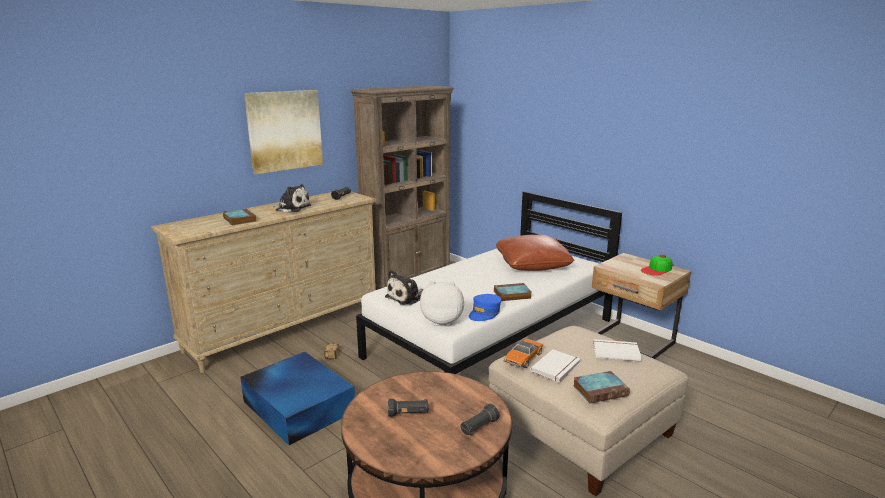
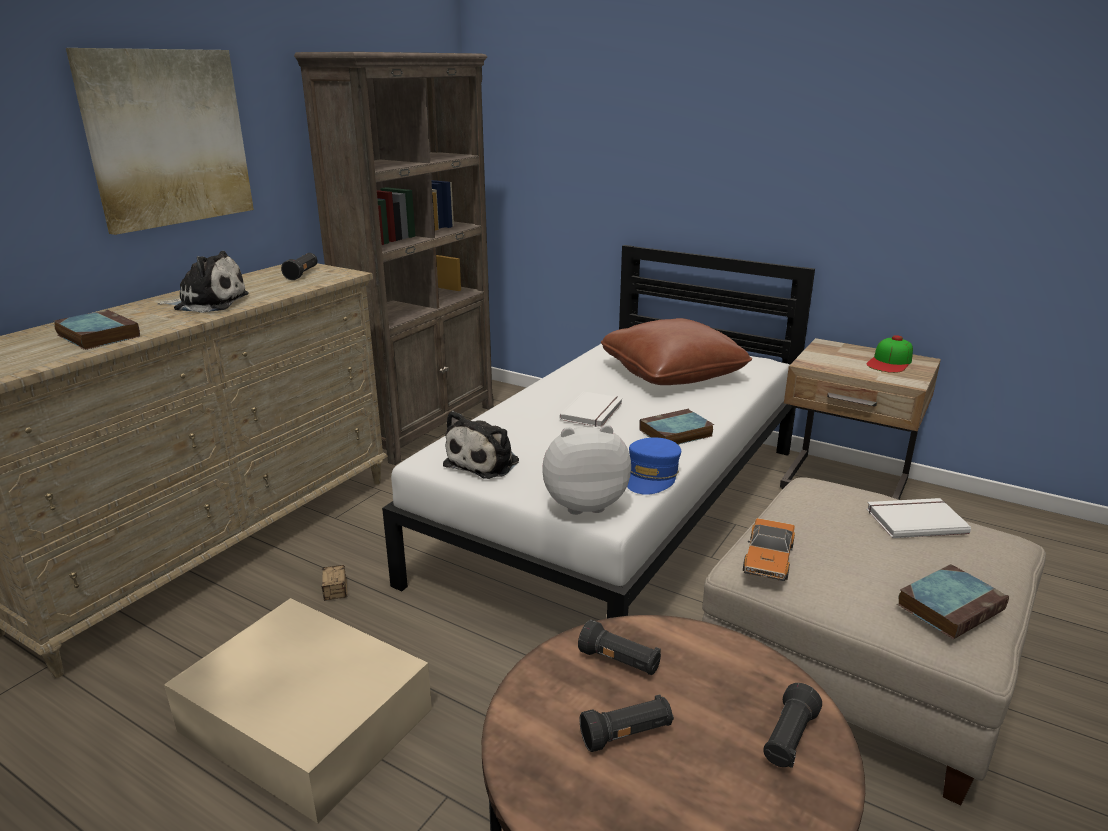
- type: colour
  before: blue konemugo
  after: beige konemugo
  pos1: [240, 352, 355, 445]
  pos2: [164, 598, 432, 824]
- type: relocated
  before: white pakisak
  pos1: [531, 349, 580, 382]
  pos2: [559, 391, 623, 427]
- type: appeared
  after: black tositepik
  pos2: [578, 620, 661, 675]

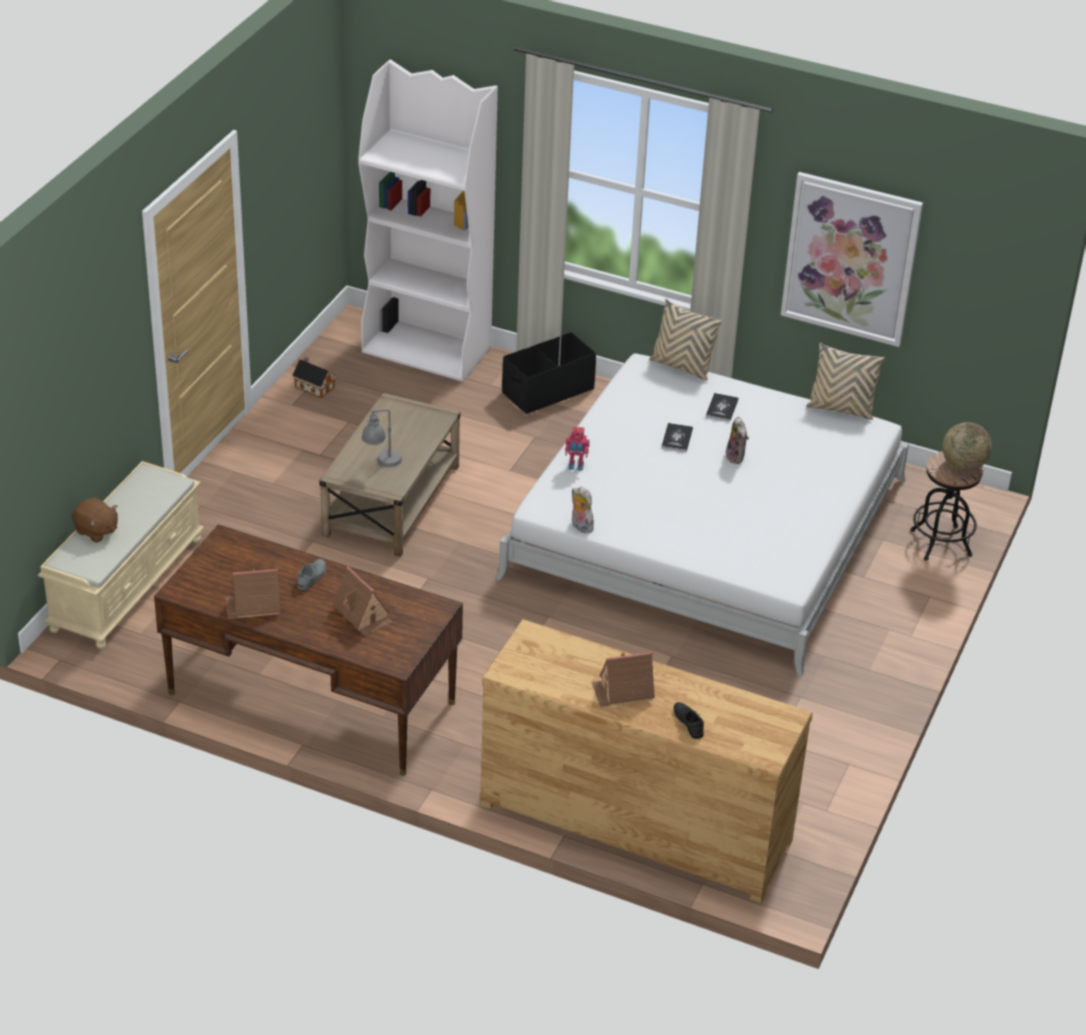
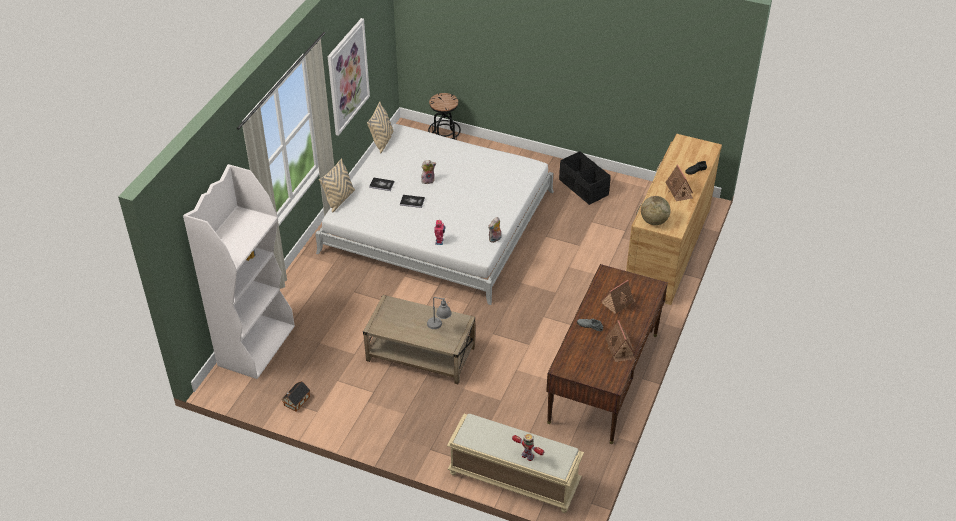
- type: exchanged
  before: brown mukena
  after: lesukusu
  pos1: [72, 498, 118, 543]
  pos2: [512, 433, 544, 461]
- type: relocated
  before: black konemugo
  pos1: [502, 332, 596, 414]
  pos2: [559, 151, 611, 205]
- type: relocated
  before: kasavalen
  pos1: [942, 422, 992, 471]
  pos2: [641, 196, 671, 225]

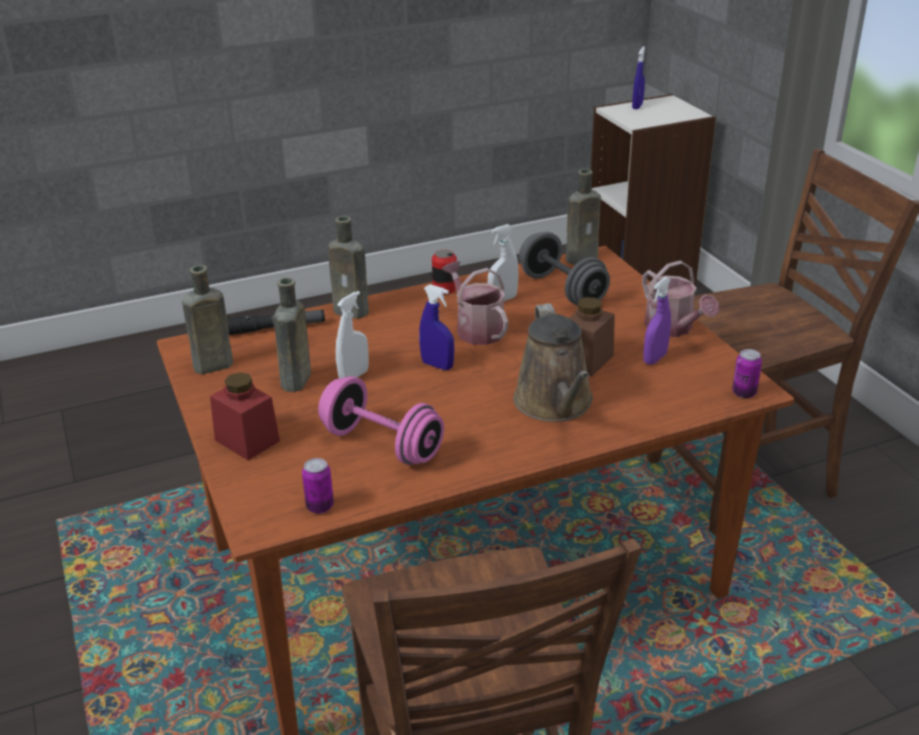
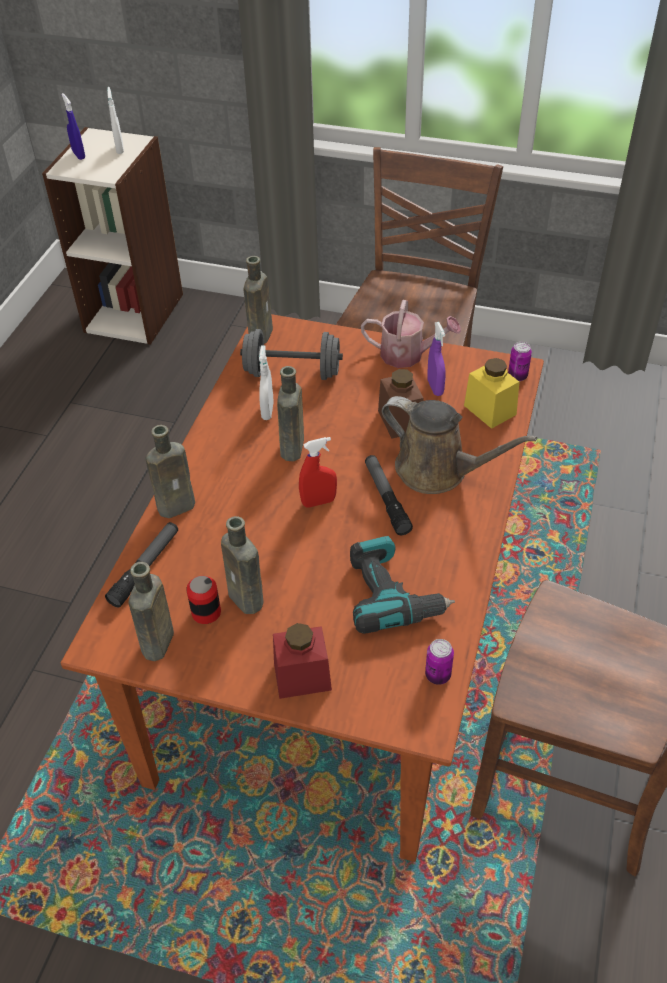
- type: relocated
  before: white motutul
  pos1: [336, 291, 369, 379]
  pos2: [107, 87, 124, 154]
- type: relocated
  before: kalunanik
  pos1: [432, 250, 457, 294]
  pos2: [186, 576, 221, 624]
- type: exchanged
  before: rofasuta
  after: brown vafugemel
  pos1: [442, 261, 508, 345]
  pos2: [277, 366, 304, 461]
- type: colour
  before: blue motutul
  after: red motutul
  pos1: [419, 284, 454, 370]
  pos2: [299, 437, 337, 508]
- type: exchanged
  before: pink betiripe
  after: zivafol
  pos1: [318, 376, 444, 465]
  pos2: [350, 536, 455, 634]
- type: appeared
  after: tositepik
  pos2: [365, 455, 413, 535]
- type: appeared
  after: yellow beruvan
  pos2: [464, 358, 519, 429]

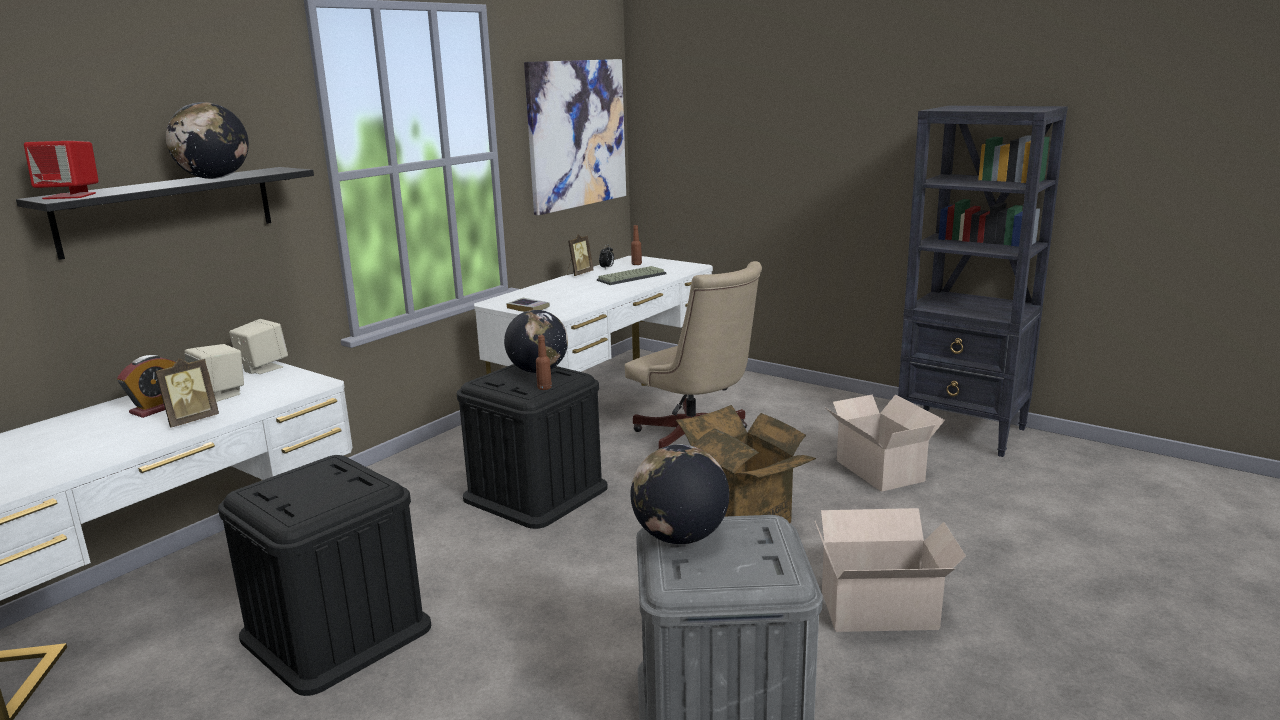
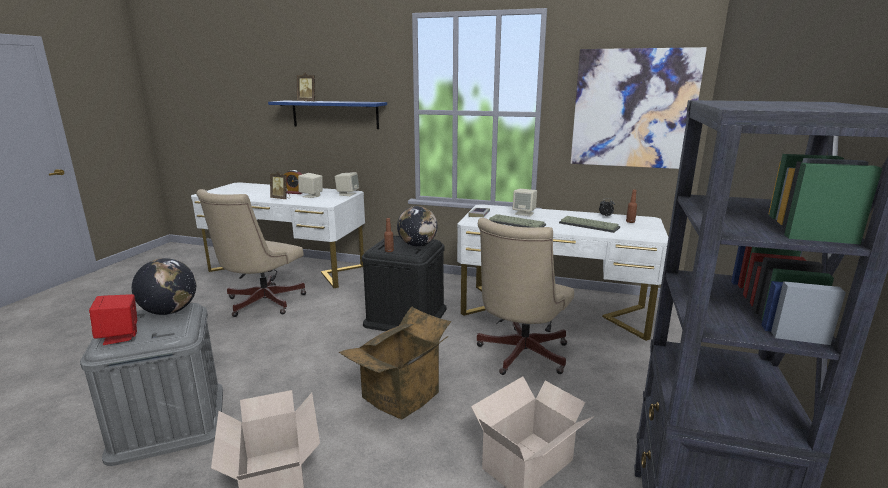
- type: relocated
  before: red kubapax
  pos1: [24, 141, 99, 199]
  pos2: [89, 294, 137, 345]
- type: exchanged
  before: black konemugo
  after: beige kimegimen
  pos1: [218, 455, 431, 696]
  pos2: [196, 189, 306, 317]
- type: colour
  before: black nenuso
  after: blue nenuso
  pos1: [16, 167, 314, 260]
  pos2: [268, 101, 387, 129]
- type: relocated
  before: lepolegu
  pos1: [567, 234, 593, 276]
  pos2: [297, 72, 317, 102]
- type: appeared
  after: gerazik
  pos2: [489, 214, 546, 227]
- type: appeared
  after: beige kubapax
  pos2: [512, 189, 537, 216]
- type: missing
  before: kasavalen
  pos1: [166, 102, 249, 179]

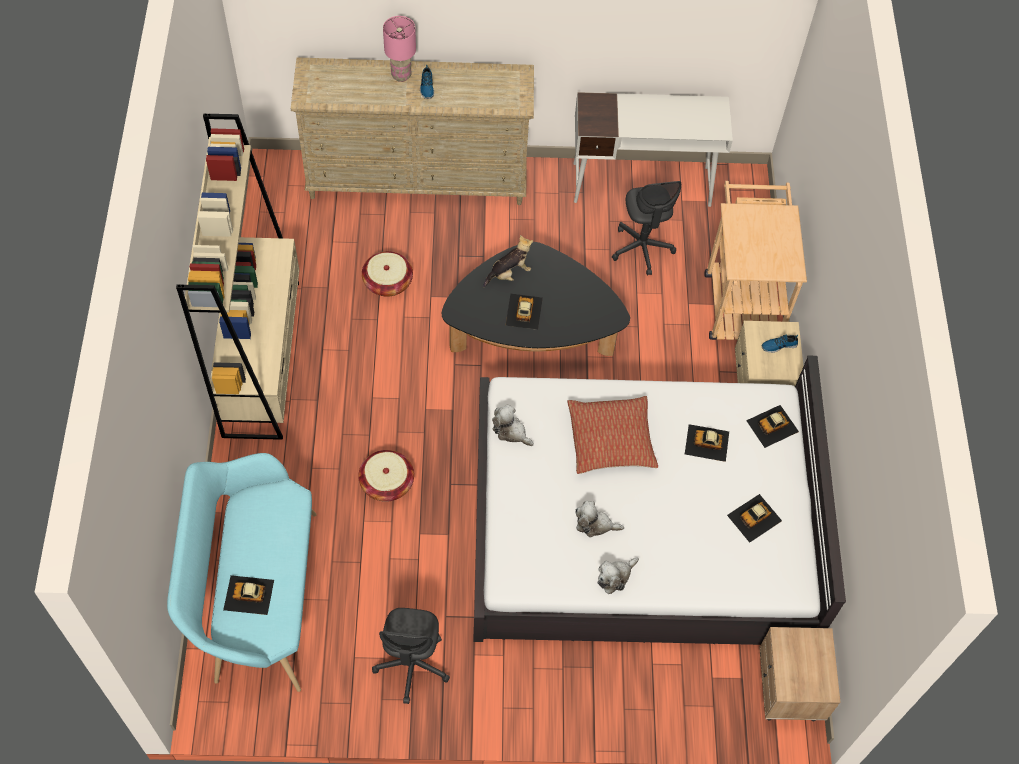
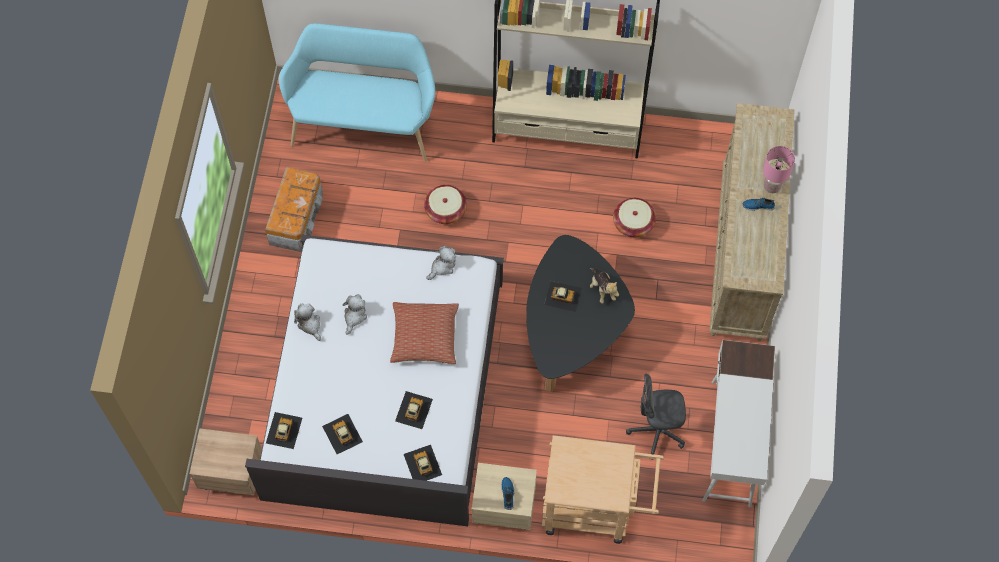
- type: exchanged
  before: grey kimegimen
  after: konemugo
  pos1: [372, 608, 450, 704]
  pos2: [265, 167, 323, 252]
- type: relocated
  before: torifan
  pos1: [223, 575, 274, 615]
  pos2: [266, 412, 302, 449]

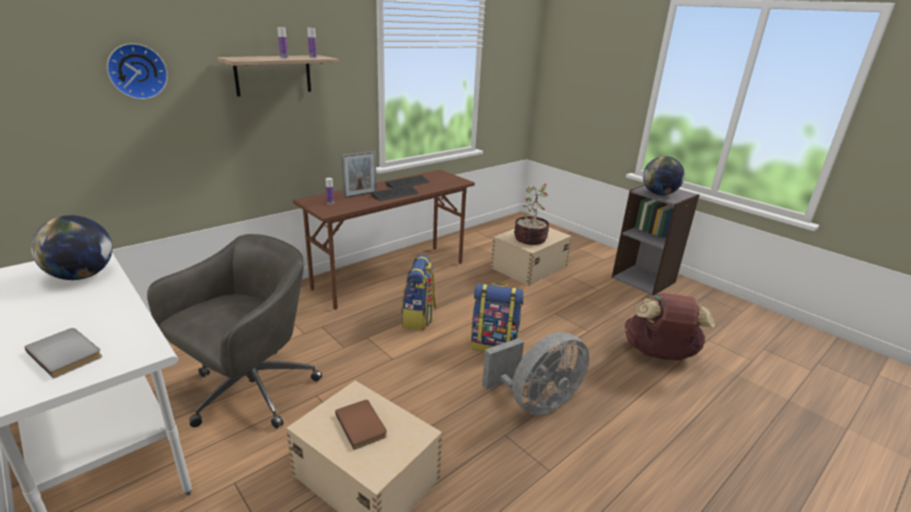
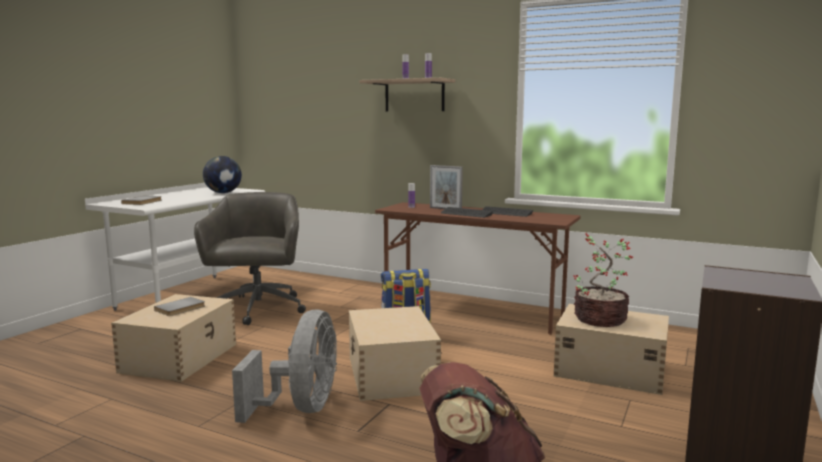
- type: colour
  before: brown pakisak
  after: grey pakisak
  pos1: [335, 400, 387, 450]
  pos2: [154, 297, 205, 316]
- type: spun
  before: grey kimegimen
  pos1: [147, 234, 322, 428]
  pos2: [194, 192, 306, 325]
  turn: -105
- type: spun
  before: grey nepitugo
  pos1: [482, 332, 589, 415]
  pos2: [232, 309, 337, 423]
  turn: -120
- type: exchanged
  before: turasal
  after: beige konemugo
  pos1: [471, 283, 524, 352]
  pos2: [349, 306, 442, 401]
- type: missing
  before: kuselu
  pos1: [107, 43, 168, 99]
- type: missing
  before: kasavalen
  pos1: [643, 156, 685, 195]

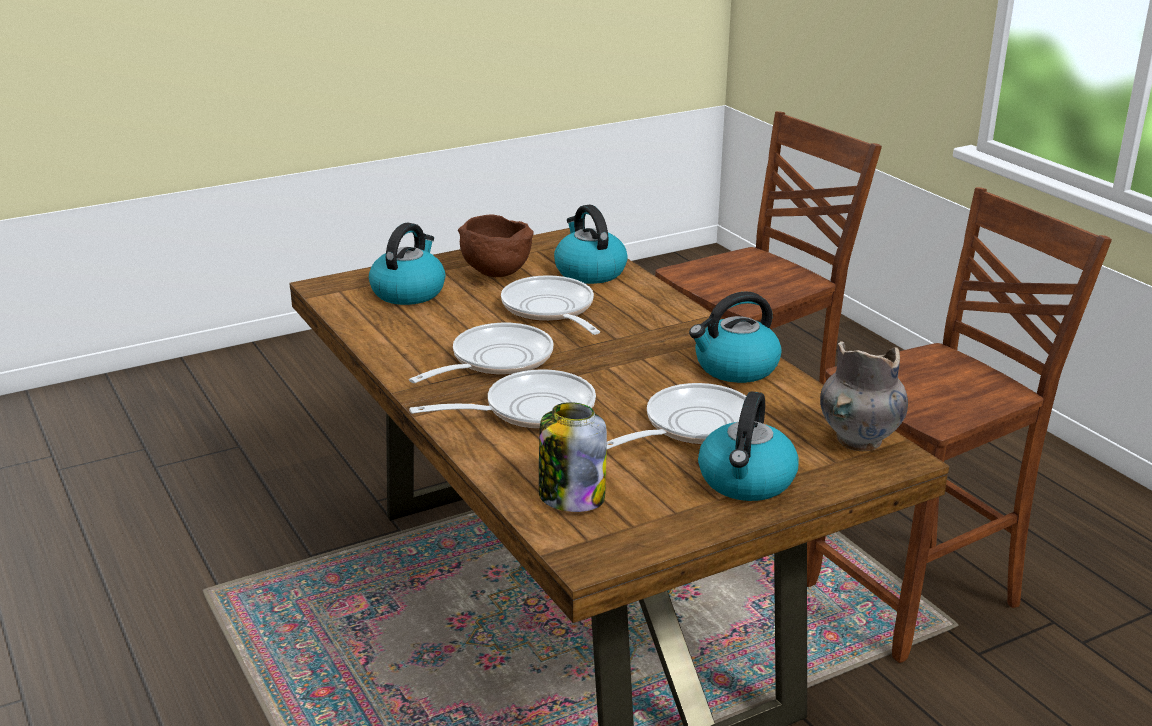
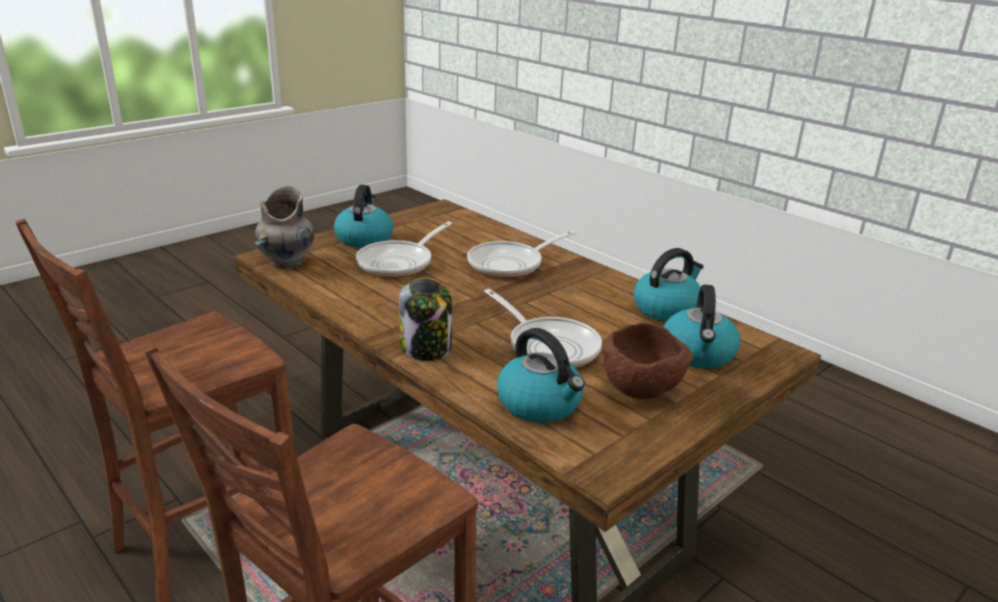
- type: relocated
  before: beruvan
  pos1: [539, 402, 607, 512]
  pos2: [399, 278, 452, 361]
- type: relocated
  before: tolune
  pos1: [689, 291, 782, 383]
  pos2: [634, 248, 704, 322]
- type: missing
  before: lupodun
  pos1: [409, 323, 553, 383]

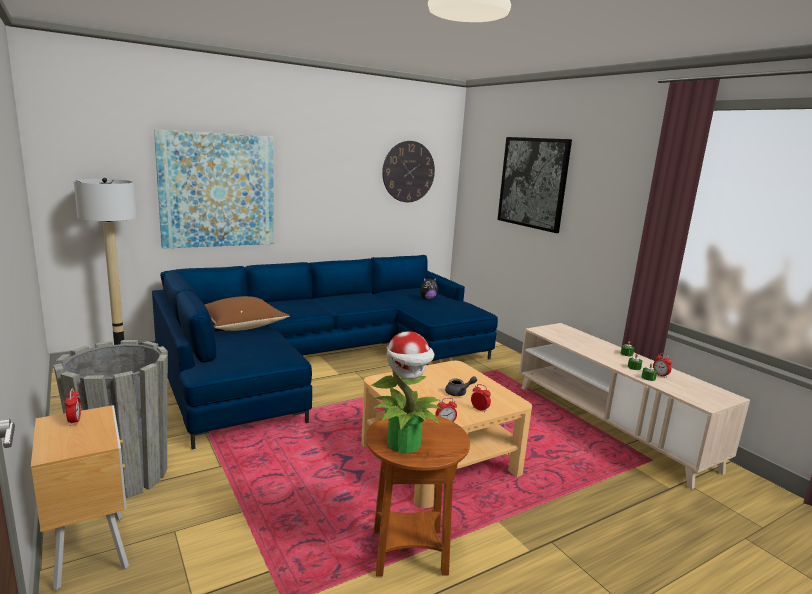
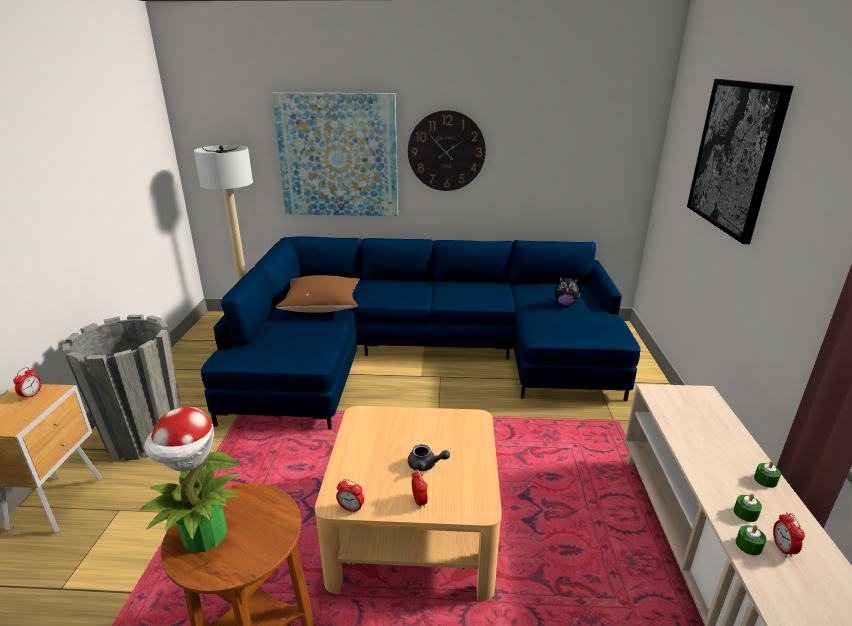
- type: relocated
  before: kuselu
  pos1: [382, 141, 435, 202]
  pos2: [408, 110, 486, 191]

